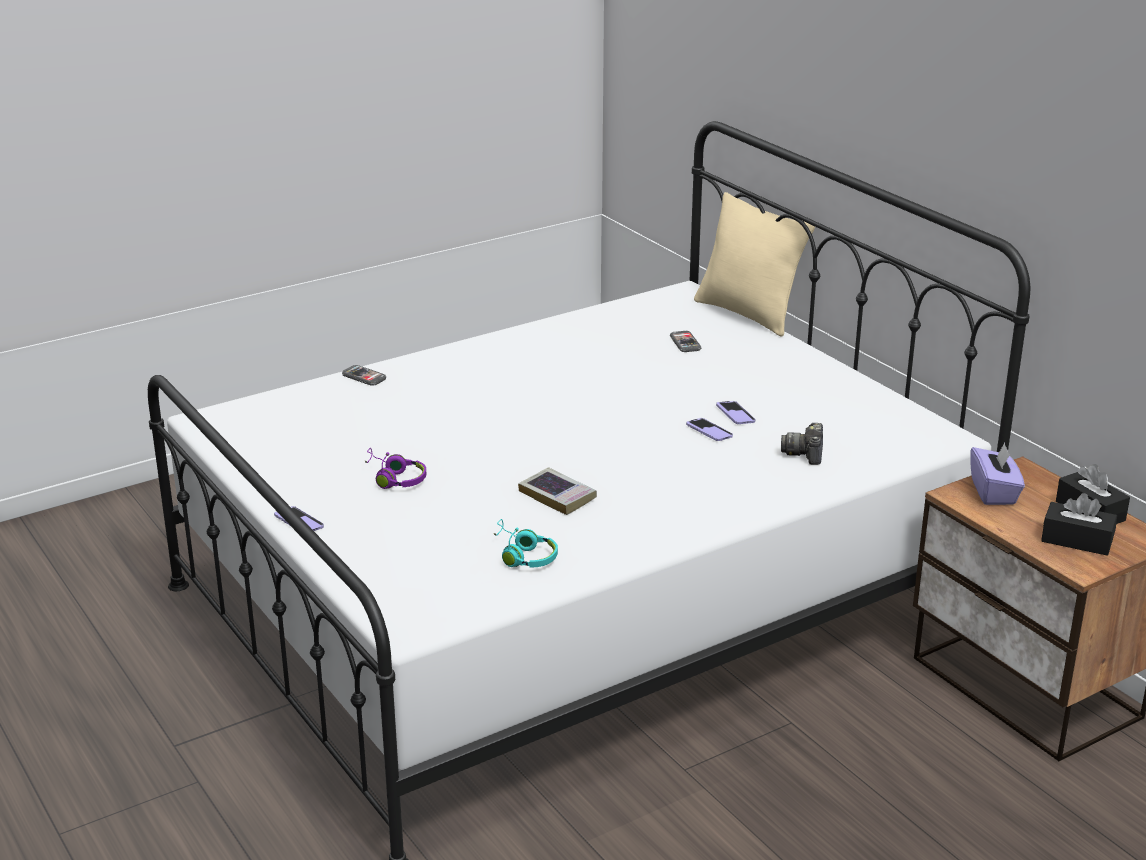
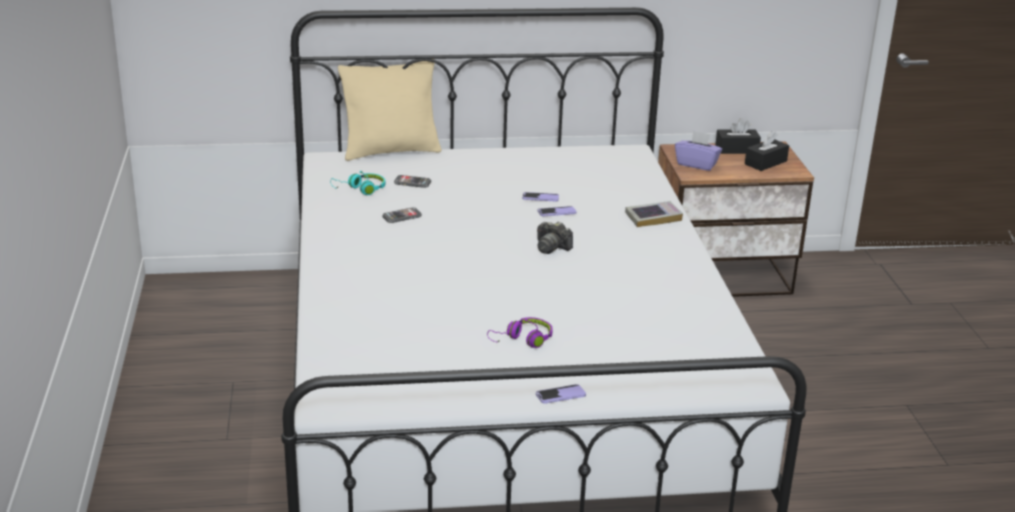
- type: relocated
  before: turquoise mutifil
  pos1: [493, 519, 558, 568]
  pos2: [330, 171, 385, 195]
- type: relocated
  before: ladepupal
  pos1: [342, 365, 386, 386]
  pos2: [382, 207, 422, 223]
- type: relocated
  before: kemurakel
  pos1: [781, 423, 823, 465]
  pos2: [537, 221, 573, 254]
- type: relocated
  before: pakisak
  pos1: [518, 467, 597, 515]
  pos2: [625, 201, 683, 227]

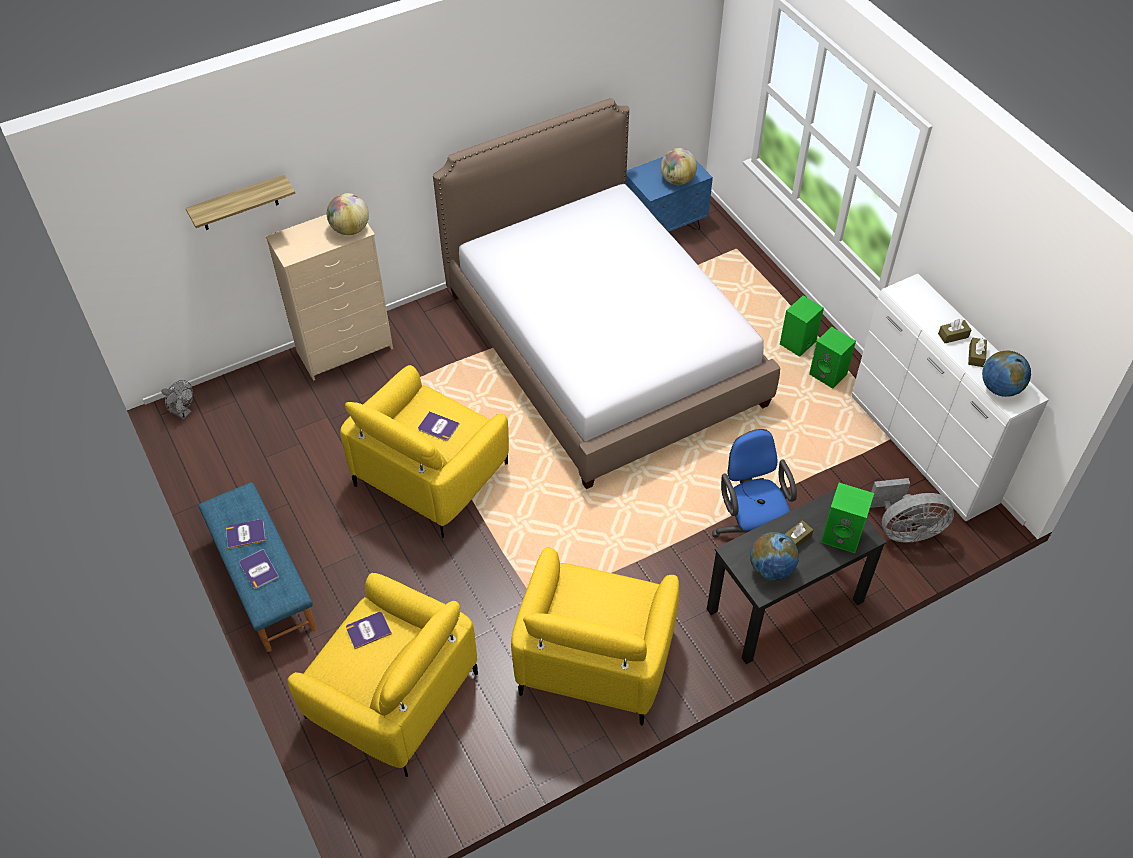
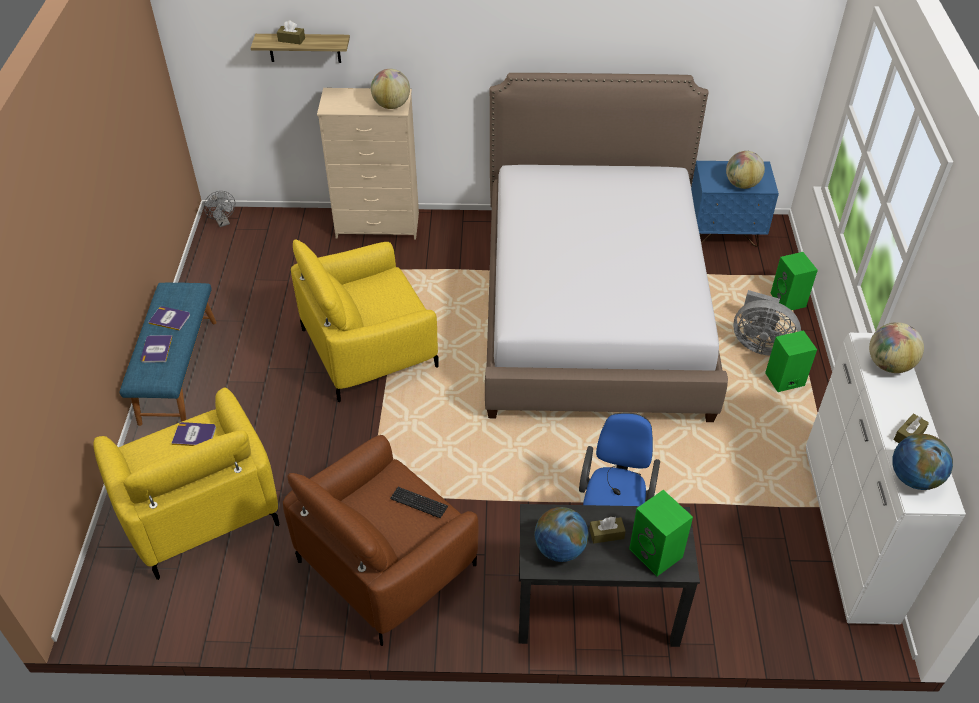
- type: relocated
  before: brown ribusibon
  pos1: [938, 319, 971, 343]
  pos2: [277, 20, 305, 45]
- type: colour
  before: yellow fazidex
  after: brown fazidex
  pos1: [511, 547, 679, 726]
  pos2: [283, 435, 479, 646]
- type: appeared
  after: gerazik
  pos2: [390, 487, 448, 518]
- type: relocated
  before: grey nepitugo
  pos1: [870, 478, 954, 542]
  pos2: [733, 290, 801, 356]
- type: relocated
  before: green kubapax
  pos1: [809, 327, 856, 389]
  pos2: [770, 252, 818, 310]
- type: appeared
  after: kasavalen
  pos2: [869, 322, 924, 373]
- type: missing
  before: pakisak
  pos1: [418, 411, 460, 441]

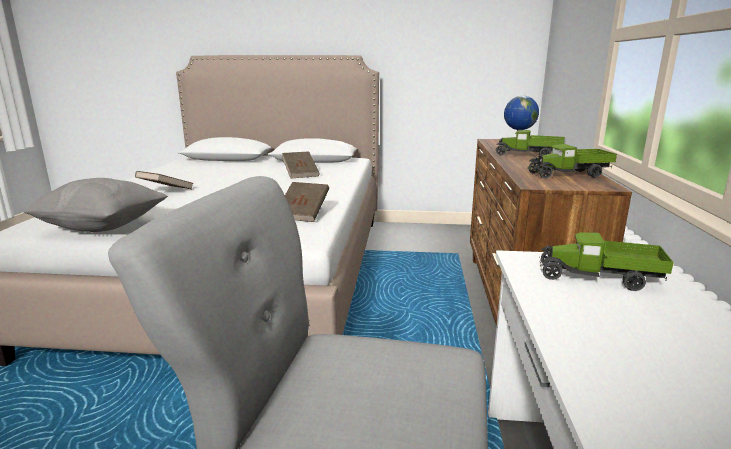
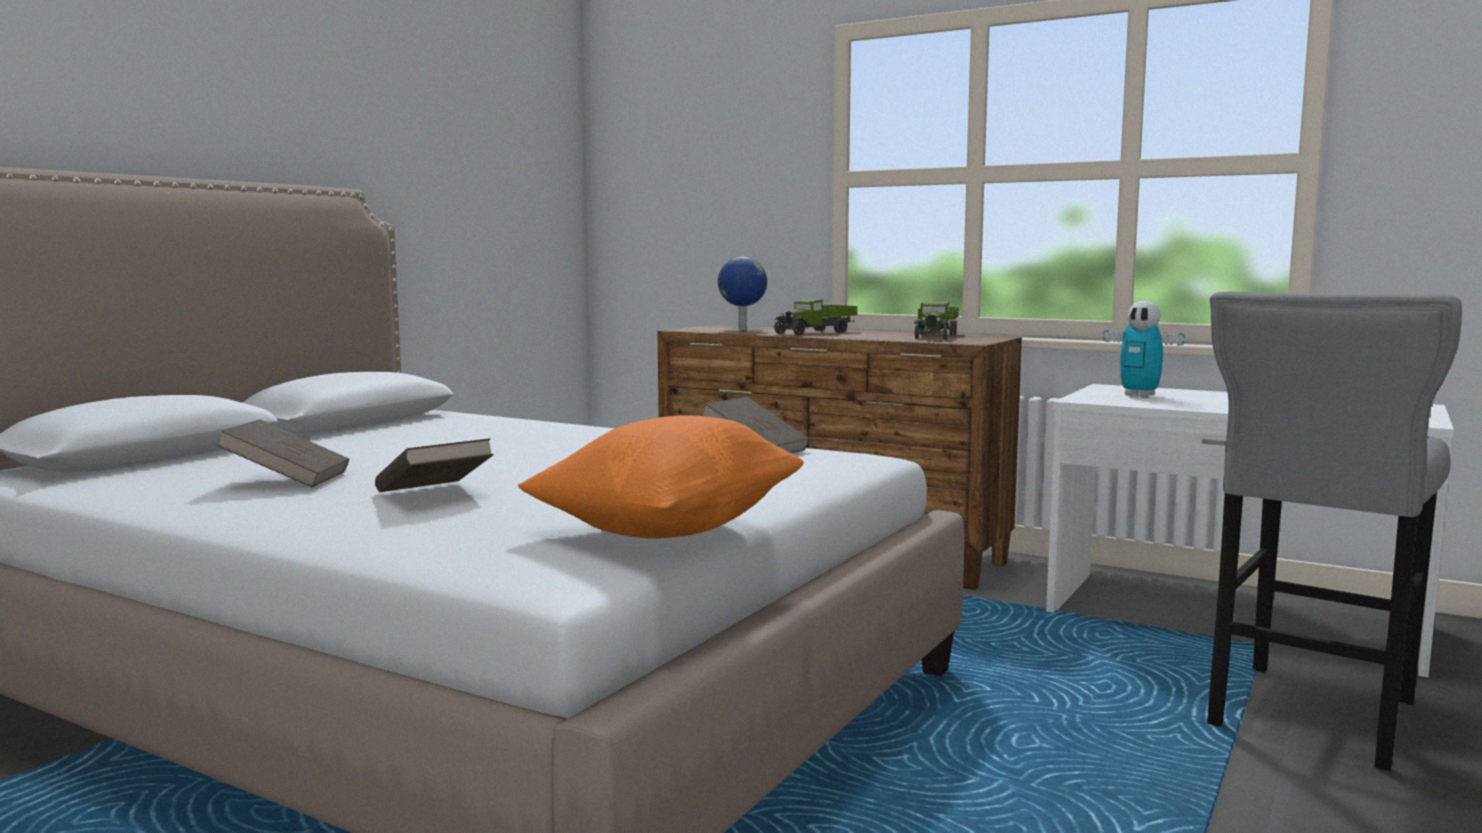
- type: relocated
  before: brown pakisak
  pos1: [282, 151, 320, 178]
  pos2: [216, 419, 349, 487]
- type: colour
  before: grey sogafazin
  after: orange sogafazin
  pos1: [24, 178, 168, 232]
  pos2: [518, 415, 804, 539]
- type: exchanged
  before: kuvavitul
  after: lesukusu
  pos1: [539, 232, 674, 291]
  pos2: [1103, 301, 1185, 397]

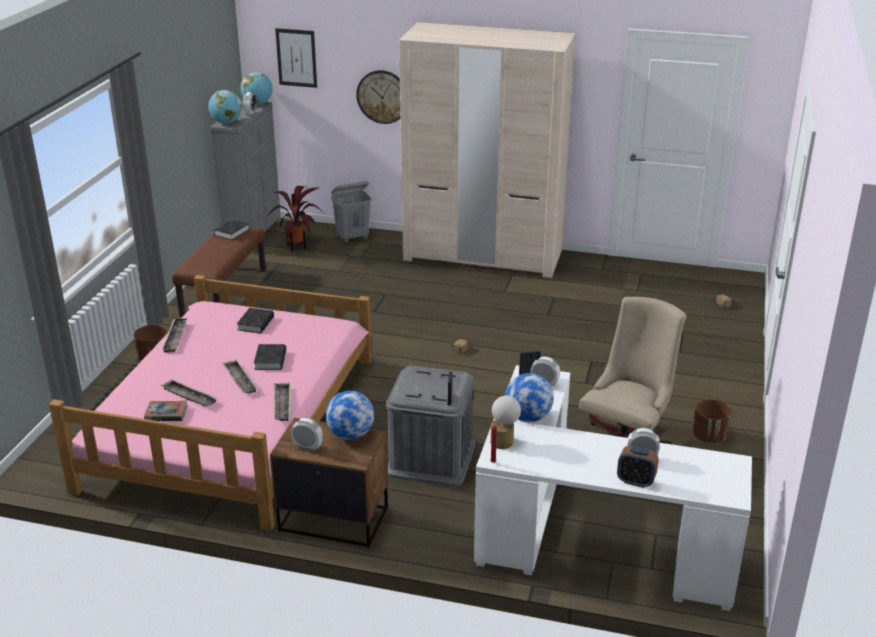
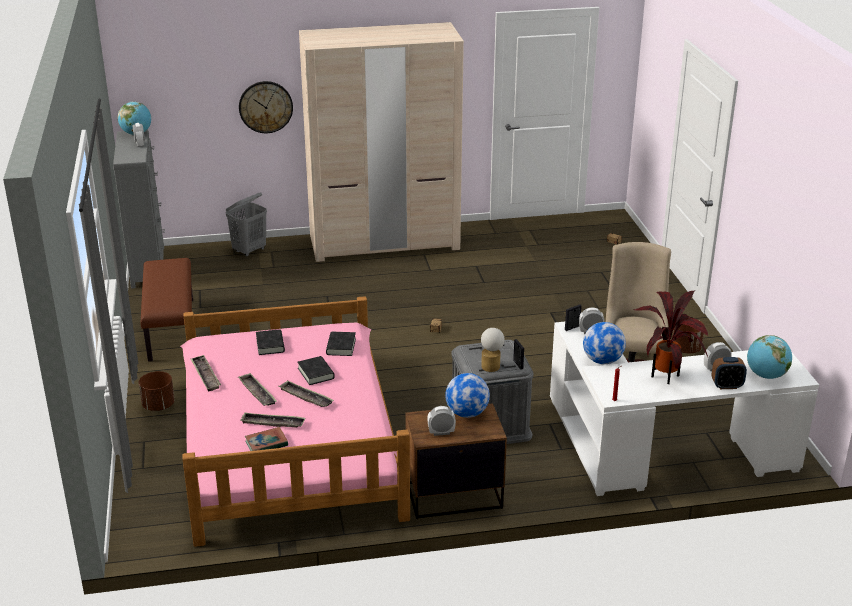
- type: relocated
  before: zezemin
  pos1: [274, 382, 291, 421]
  pos2: [238, 373, 277, 406]
- type: relocated
  before: black pakisak
  pos1: [214, 219, 250, 240]
  pos2: [326, 332, 356, 356]
- type: relocated
  before: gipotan
  pos1: [490, 396, 521, 449]
  pos2: [481, 328, 505, 372]
- type: relocated
  before: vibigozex
  pos1: [267, 186, 324, 252]
  pos2: [633, 291, 708, 384]
- type: relocated
  before: kasavalen
  pos1: [208, 90, 242, 124]
  pos2: [747, 335, 792, 379]
- type: missing
  before: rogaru
  pos1: [275, 28, 317, 88]

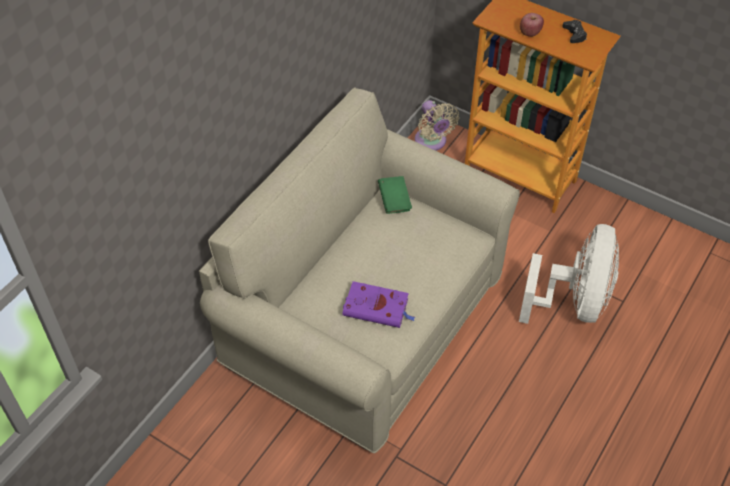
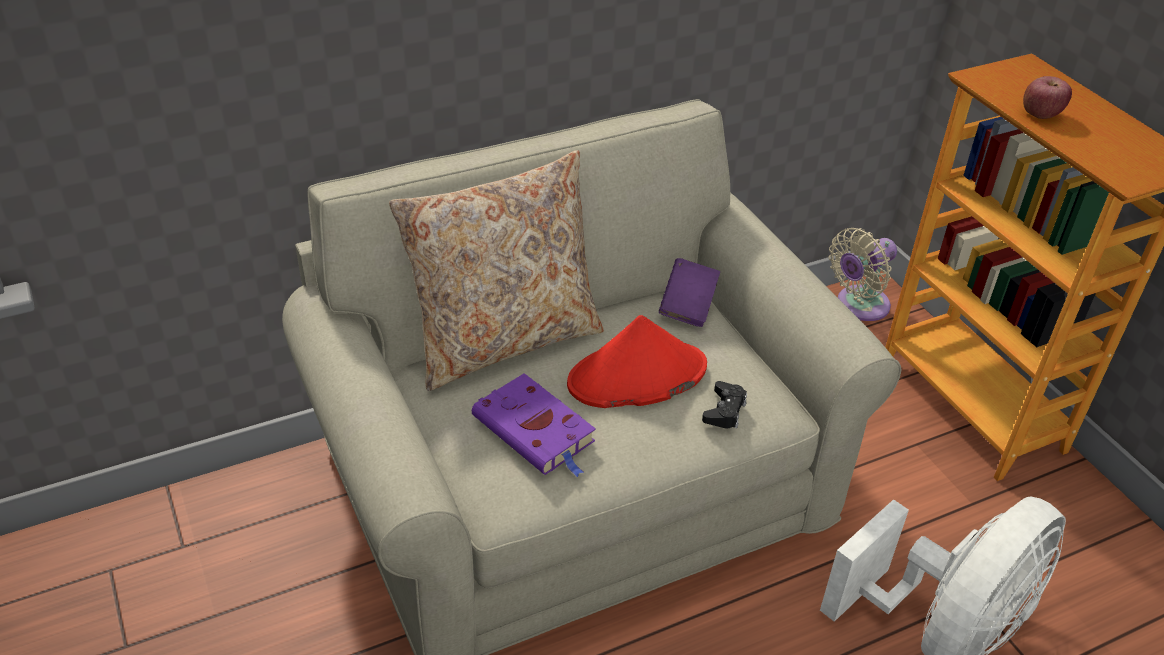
- type: appeared
  after: beige sogafazin
  pos2: [389, 150, 604, 391]
- type: appeared
  after: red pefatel
  pos2: [567, 315, 707, 408]
- type: colour
  before: green pakisak
  after: purple pakisak
  pos1: [378, 176, 412, 214]
  pos2: [659, 258, 720, 327]
- type: relocated
  before: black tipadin
  pos1: [562, 20, 587, 43]
  pos2: [702, 381, 747, 428]
- type: spun
  before: beige nepitugo
  pos1: [415, 100, 459, 151]
  pos2: [829, 228, 897, 321]
  turn: 45

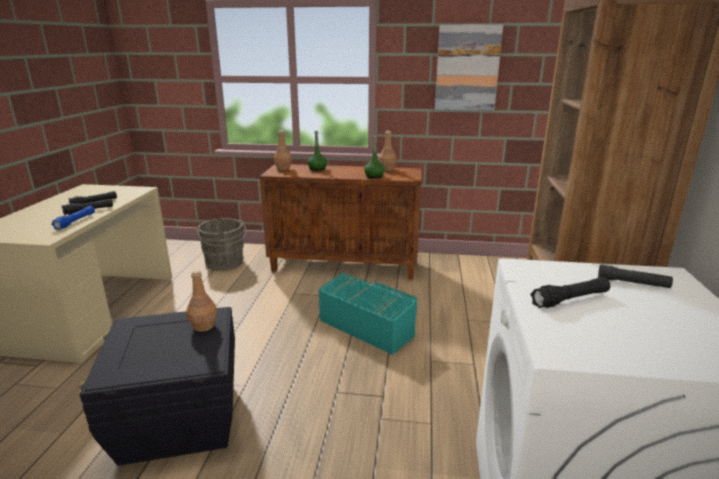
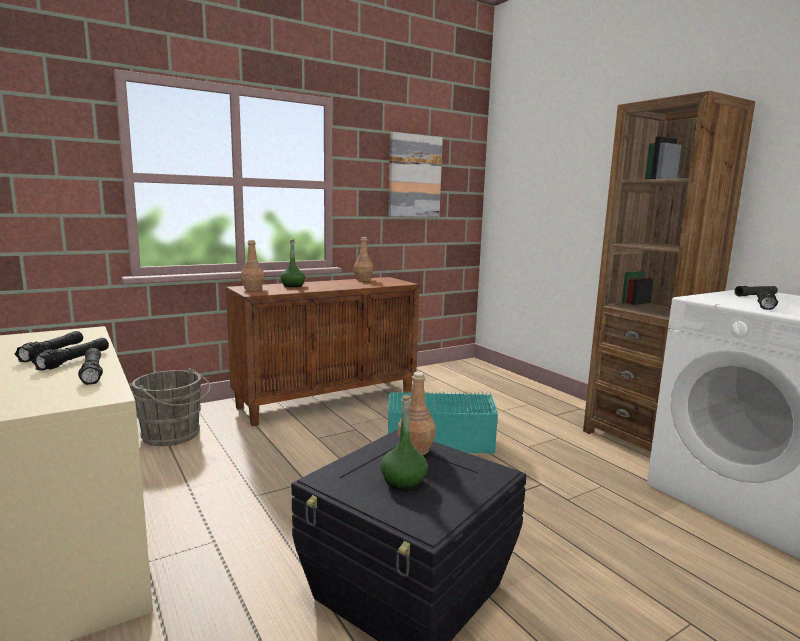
- type: colour
  before: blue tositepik
  after: black tositepik
  pos1: [51, 206, 95, 230]
  pos2: [78, 348, 103, 385]
- type: relocated
  before: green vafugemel
  pos1: [364, 136, 385, 178]
  pos2: [380, 395, 428, 490]

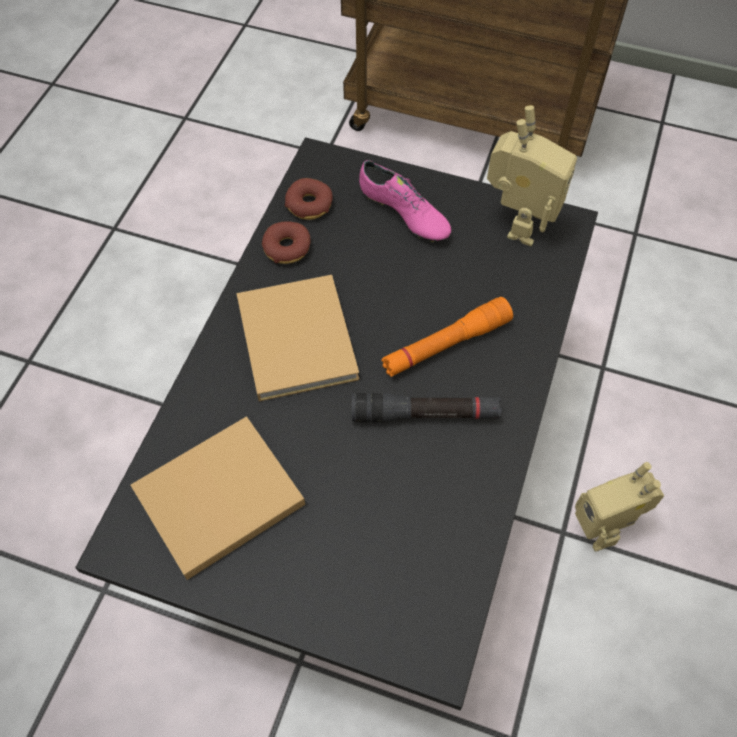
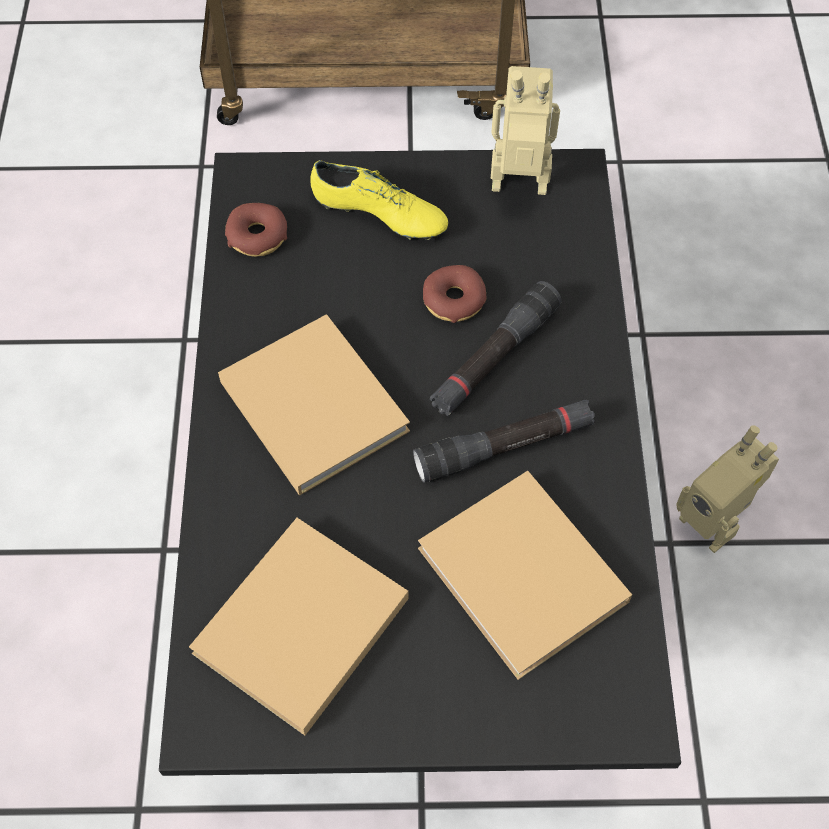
- type: colour
  before: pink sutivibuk
  after: yellow sutivibuk
  pos1: [359, 160, 451, 242]
  pos2: [310, 160, 448, 240]
- type: appeared
  after: beige pakisak
  pos2: [418, 471, 632, 680]
- type: relocated
  before: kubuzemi
  pos1: [262, 221, 310, 264]
  pos2: [423, 265, 486, 323]
- type: colour
  before: orange tositepik
  after: black tositepik
  pos1: [382, 297, 513, 377]
  pos2: [430, 281, 562, 416]
- type: spun
  before: lesukusu
  pos1: [487, 105, 577, 246]
  pos2: [491, 66, 560, 195]
  turn: -90

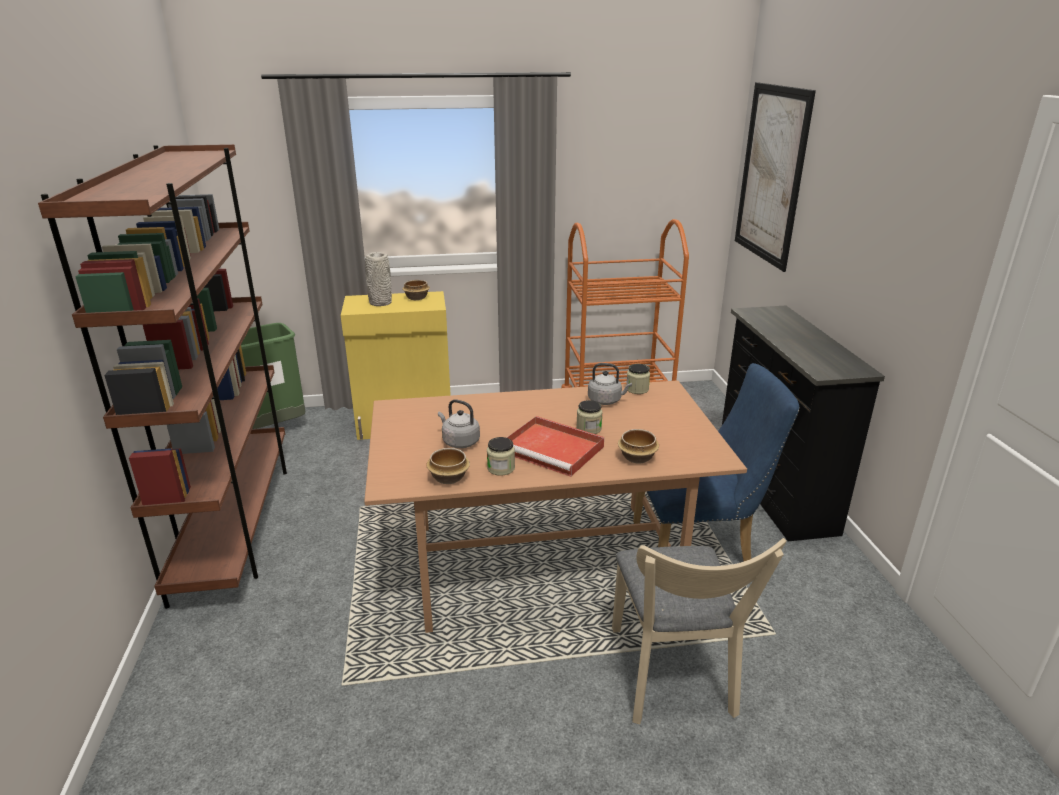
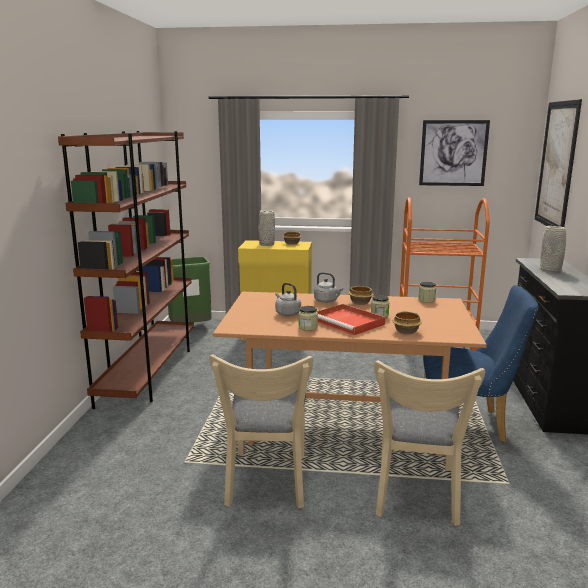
- type: appeared
  after: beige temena
  pos2: [209, 354, 313, 508]
- type: relocated
  before: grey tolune
  pos1: [588, 363, 632, 405]
  pos2: [314, 272, 343, 303]
- type: relocated
  before: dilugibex
  pos1: [426, 448, 470, 484]
  pos2: [348, 286, 374, 305]
- type: appeared
  after: rogaru
  pos2: [419, 120, 490, 186]
- type: appeared
  after: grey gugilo
  pos2: [540, 226, 566, 272]

